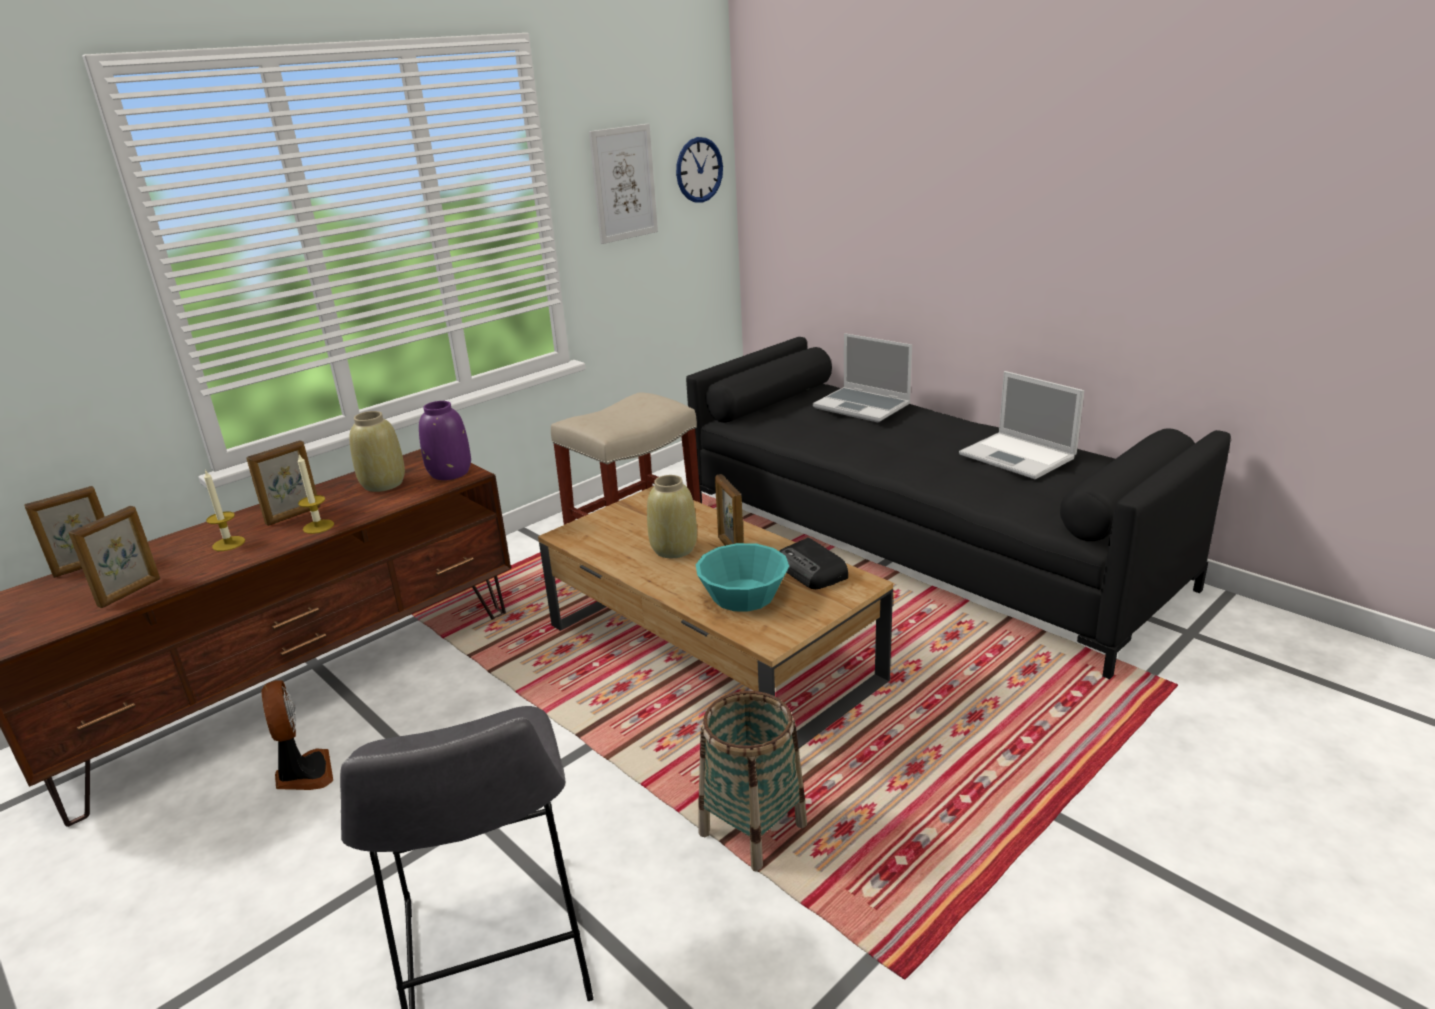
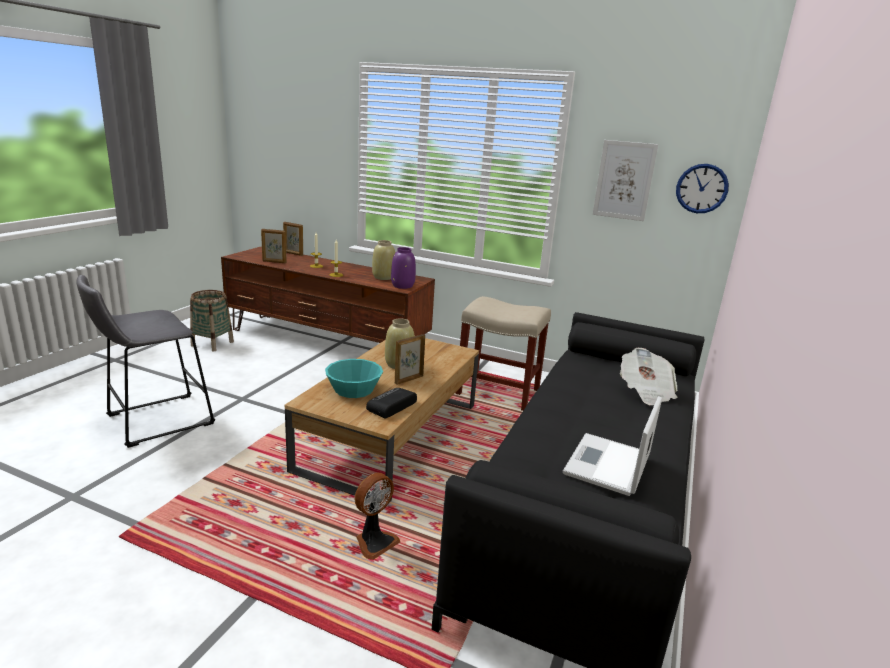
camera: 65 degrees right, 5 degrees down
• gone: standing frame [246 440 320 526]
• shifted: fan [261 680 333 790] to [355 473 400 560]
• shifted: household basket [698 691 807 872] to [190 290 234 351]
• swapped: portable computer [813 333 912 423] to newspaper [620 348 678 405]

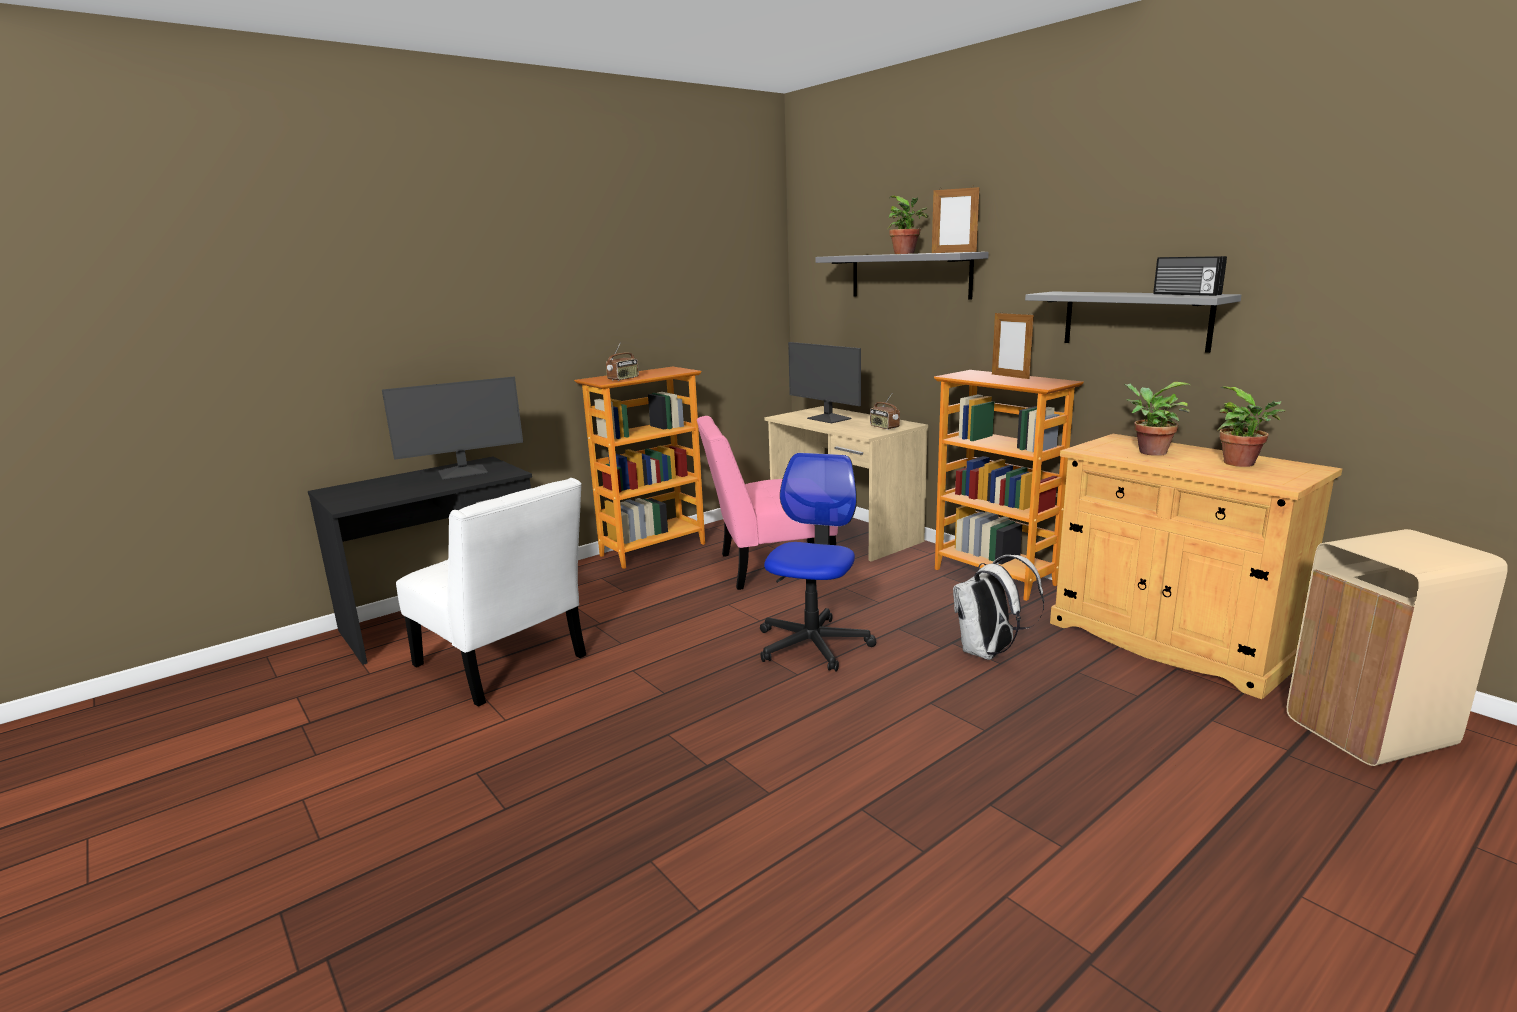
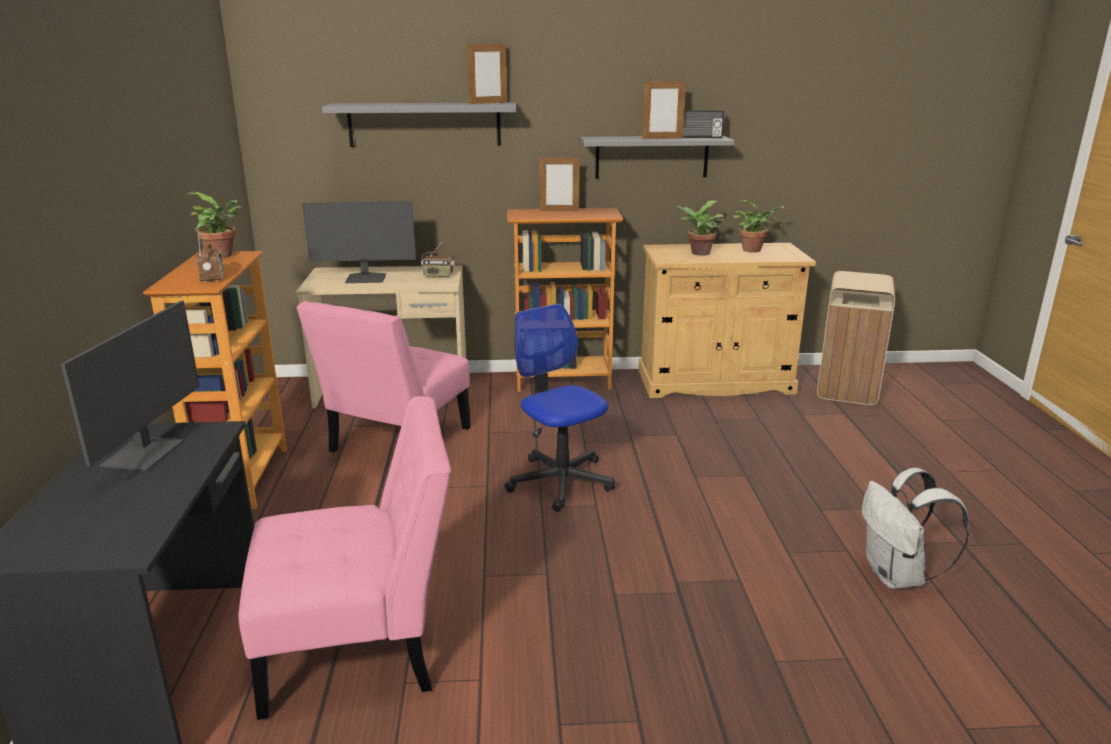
camera: 55 degrees left, 5 degrees up
• repainted: chair (whitish) [396 478 586 707] to chair (pink-coloured) [238 396 451 720]
• shifted: potted plant [887 195 928 254] to [186 192 242 258]
• shifted: backpack (whitish) [953 555 1044 660] to [862 468 969 589]
• new: standing frame [642 79 686 139]

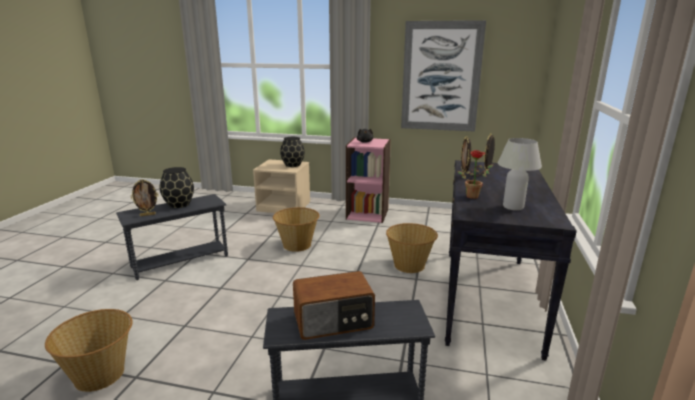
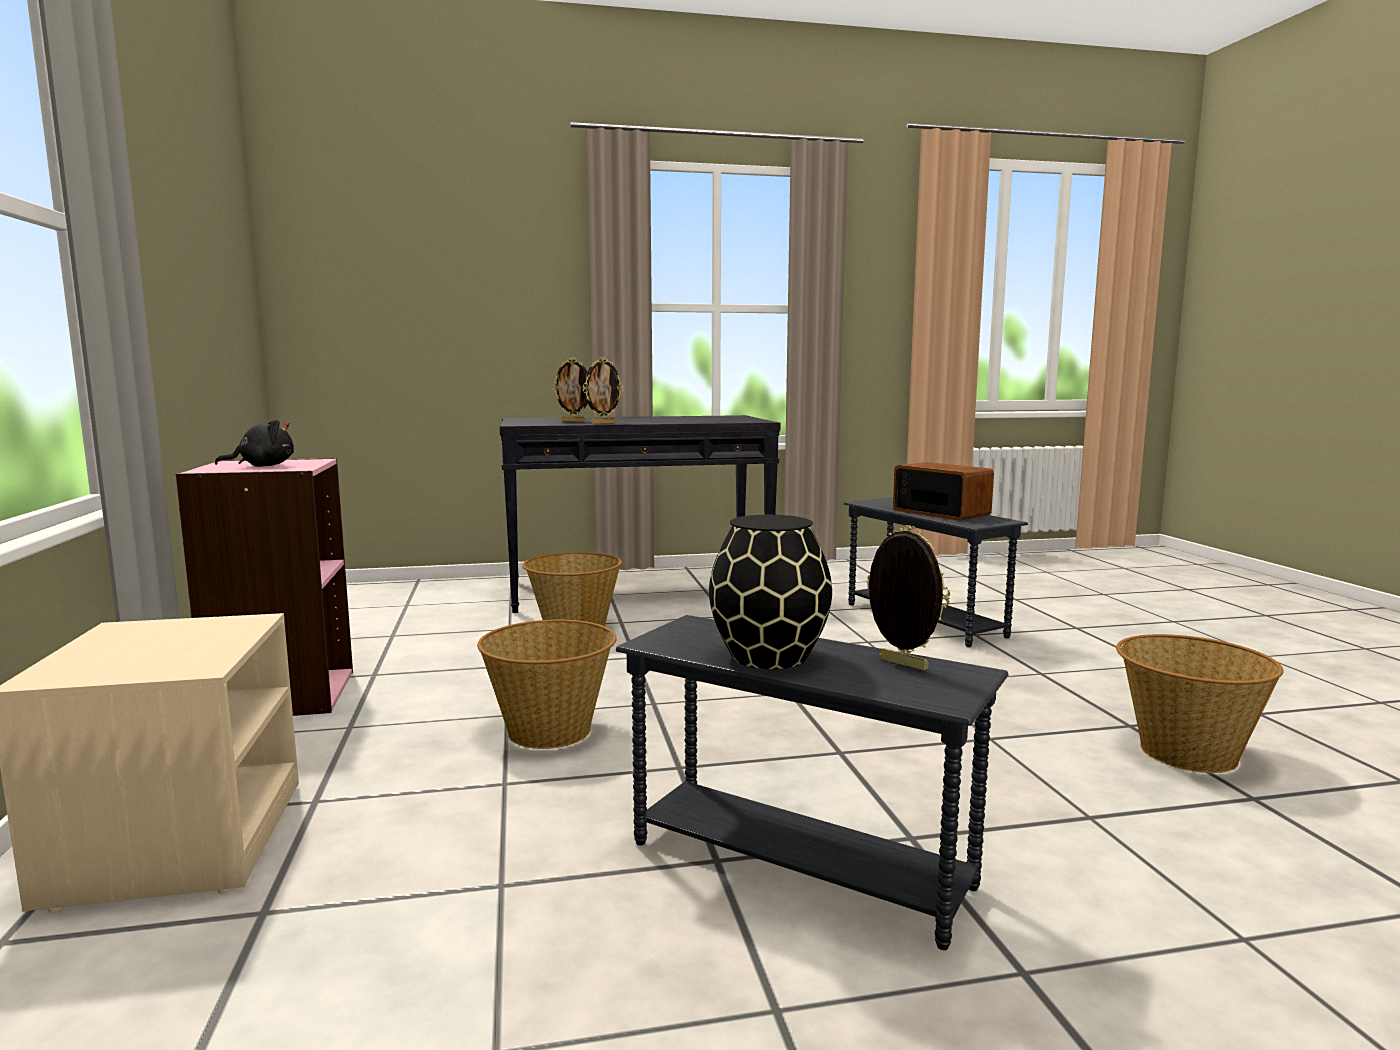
camera: 115 degrees left, 10 degrees down
• gone: decorative vase (black) [280 137 305 167]
• gone: wall picture [401 20 486 132]
• gone: potted plant [457 150 493 199]
• gone: table lamp (whitish) [498 138 542 211]

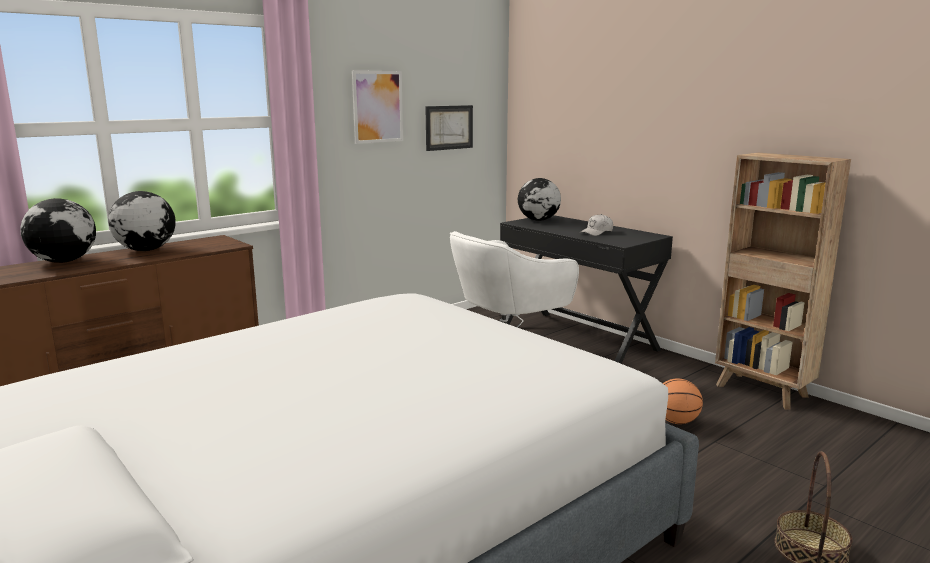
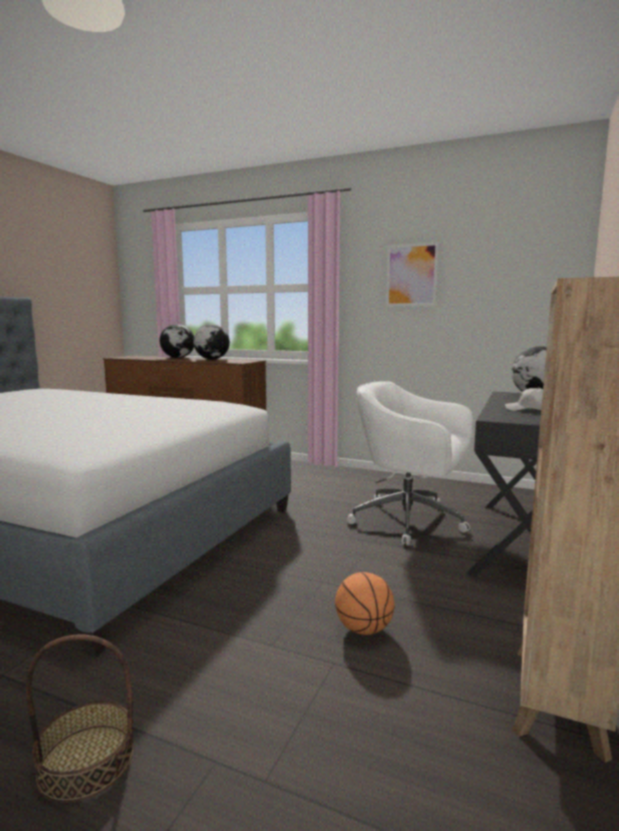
camera: 65 degrees right, 5 degrees down
• gone: wall picture [425 105 473 151]

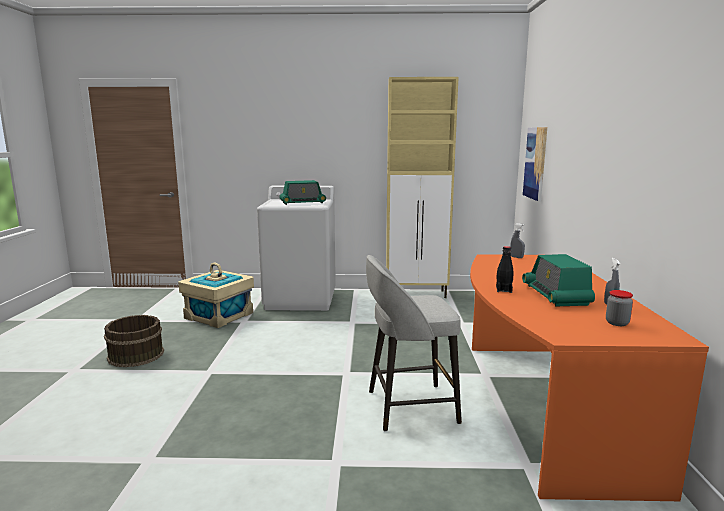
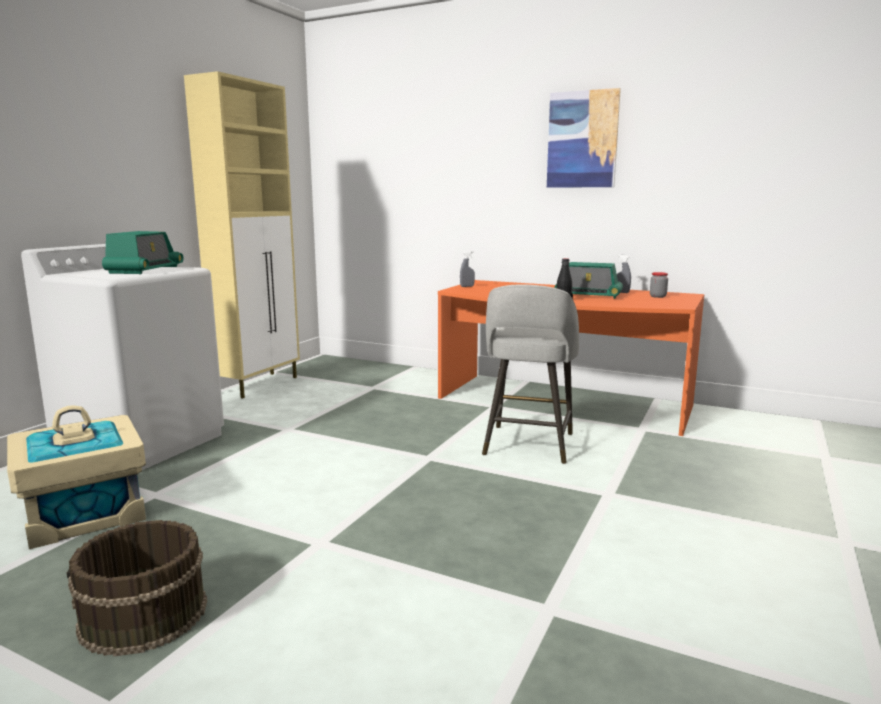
camera: 65 degrees left, 0 degrees up
• shifted: wall picture [523 127 547 201] to [547 88 621 188]

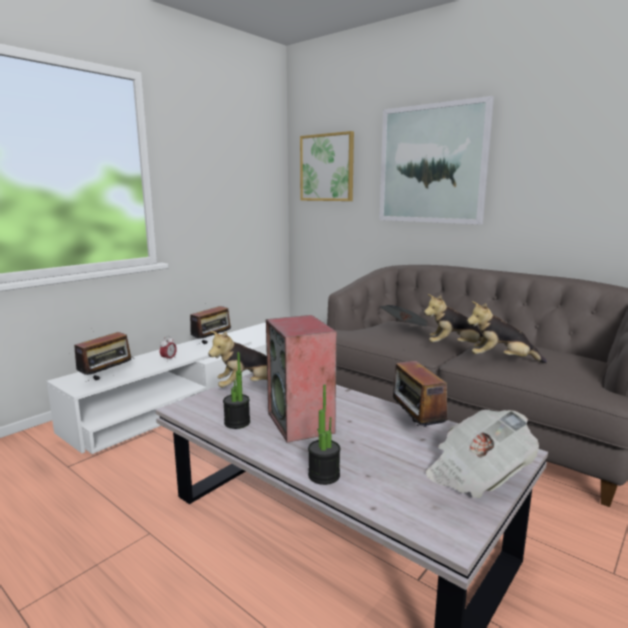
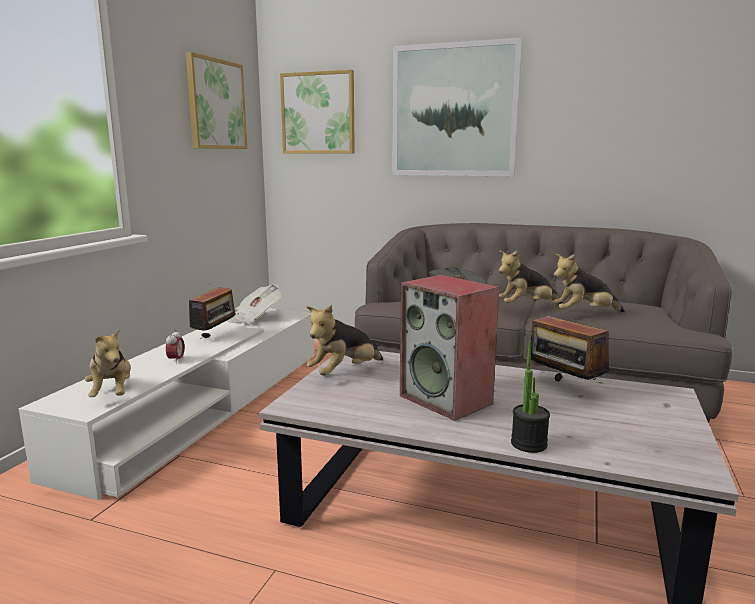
camera: 20 degrees left, 0 degrees up
• swapped: radio set [74 332 134 382] to plush toy [85 329 131 397]
• gone: potted plant [223 352 250 429]
• shifted: newspaper [426 409 539 498] to [227 284 282 323]
• new: wall picture [186 52 247 149]

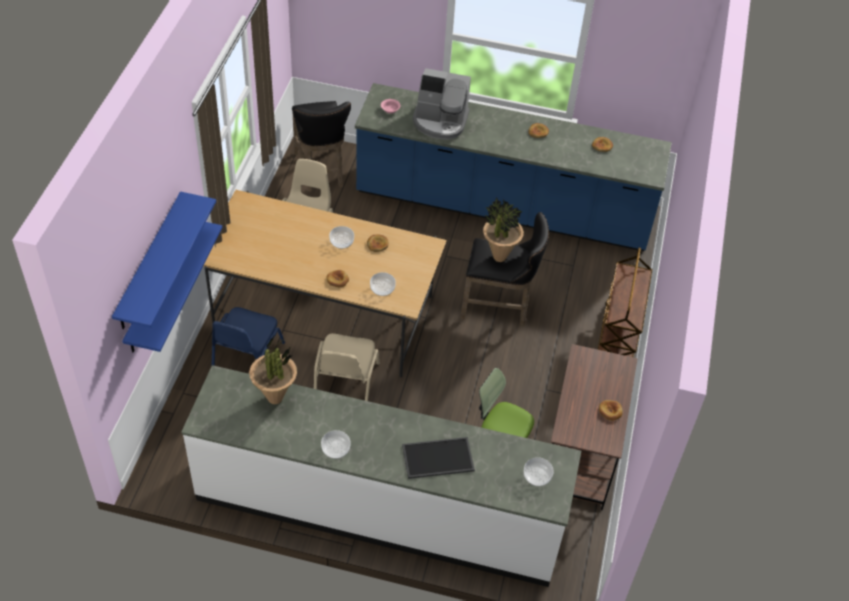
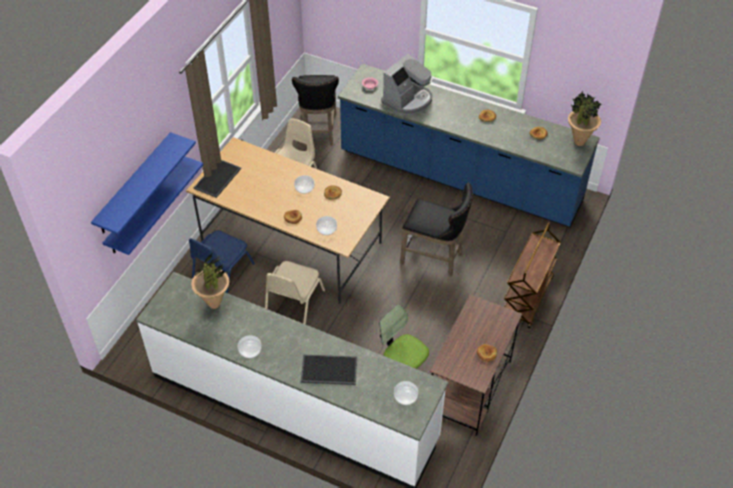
camera: 15 degrees right, 0 degrees up
• rotated: coffee machine [413 68 471 140] = [381 54 433 115] 75 degrees counterclockwise
• shifted: potted plant [483 198 524 262] to [568 90 601 146]
• new: carrying tray [194 160 241 198]

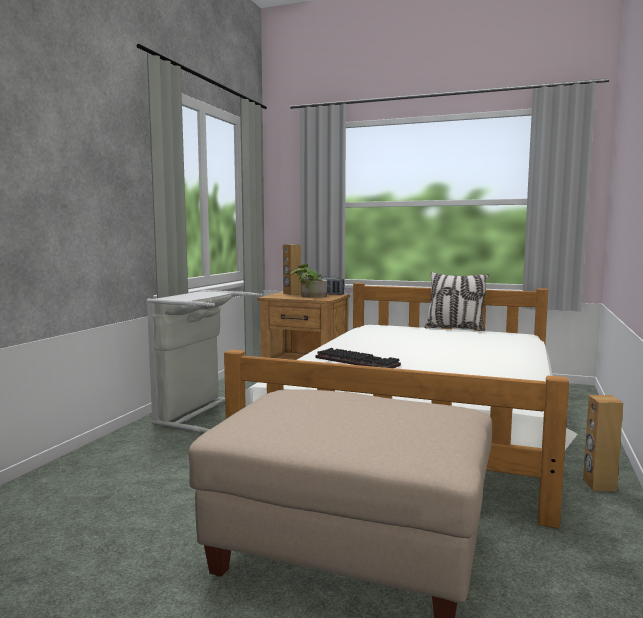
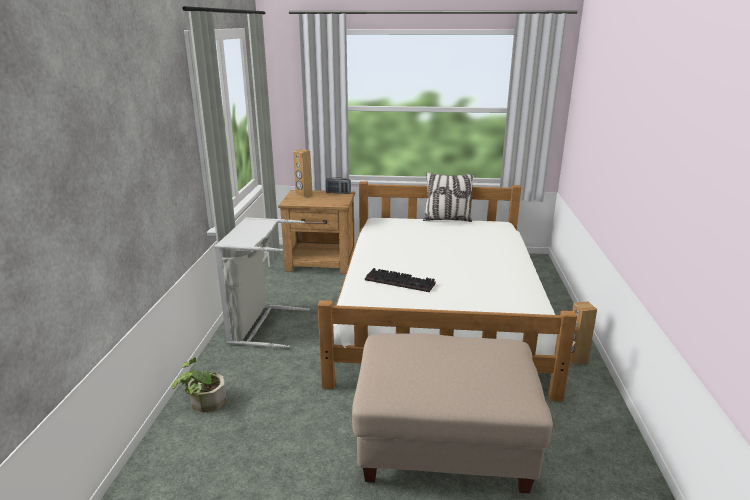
camera: 15 degrees left, 15 degrees up
• shifted: potted plant [291 264 327 298] to [171 357 227 413]

